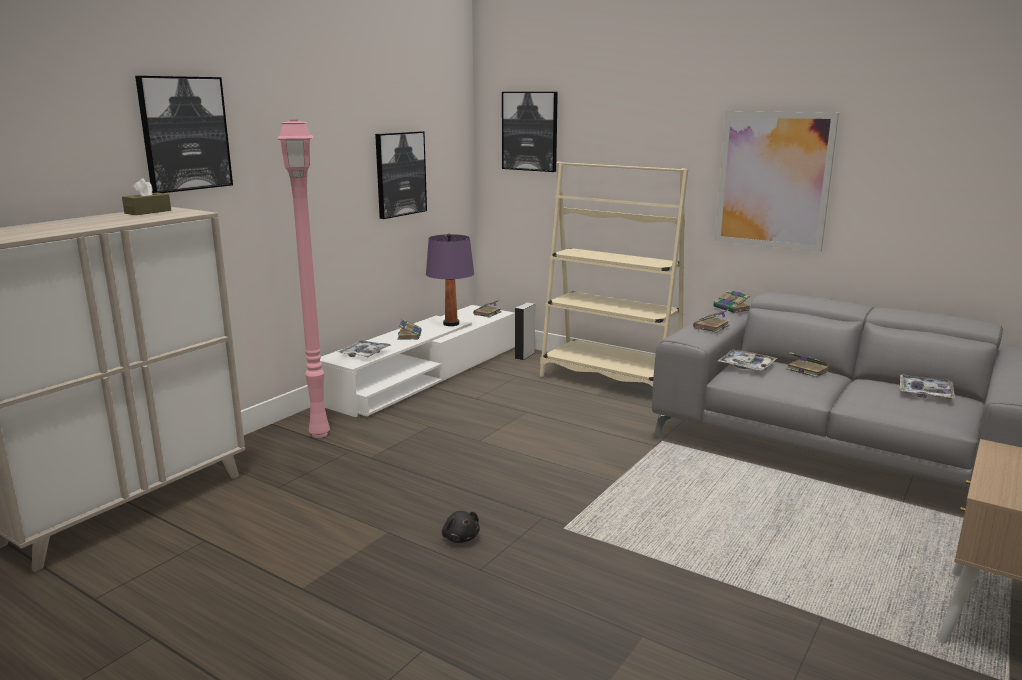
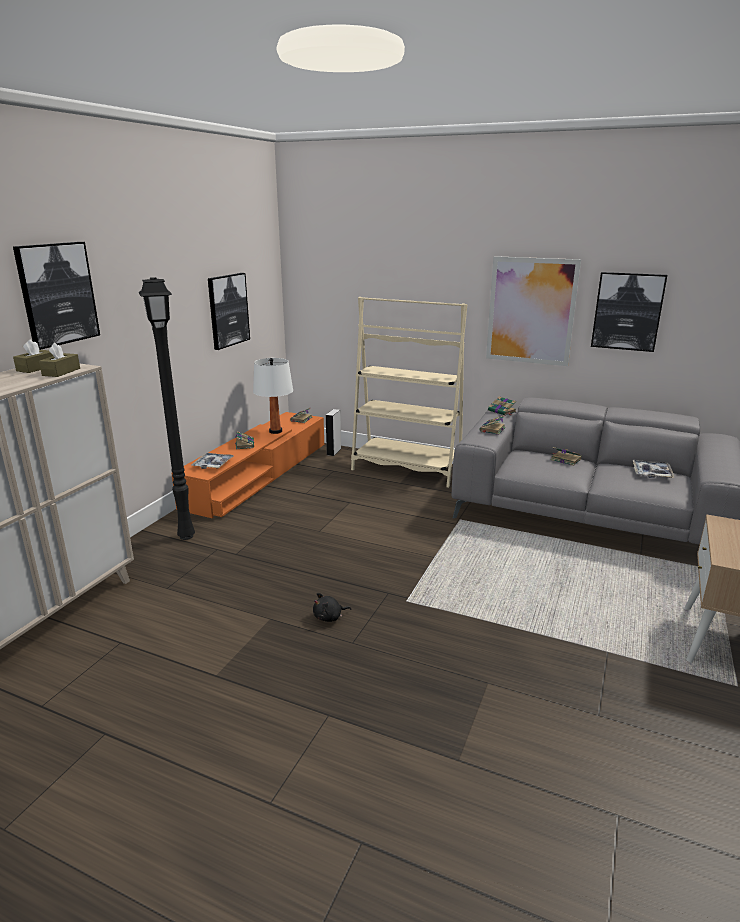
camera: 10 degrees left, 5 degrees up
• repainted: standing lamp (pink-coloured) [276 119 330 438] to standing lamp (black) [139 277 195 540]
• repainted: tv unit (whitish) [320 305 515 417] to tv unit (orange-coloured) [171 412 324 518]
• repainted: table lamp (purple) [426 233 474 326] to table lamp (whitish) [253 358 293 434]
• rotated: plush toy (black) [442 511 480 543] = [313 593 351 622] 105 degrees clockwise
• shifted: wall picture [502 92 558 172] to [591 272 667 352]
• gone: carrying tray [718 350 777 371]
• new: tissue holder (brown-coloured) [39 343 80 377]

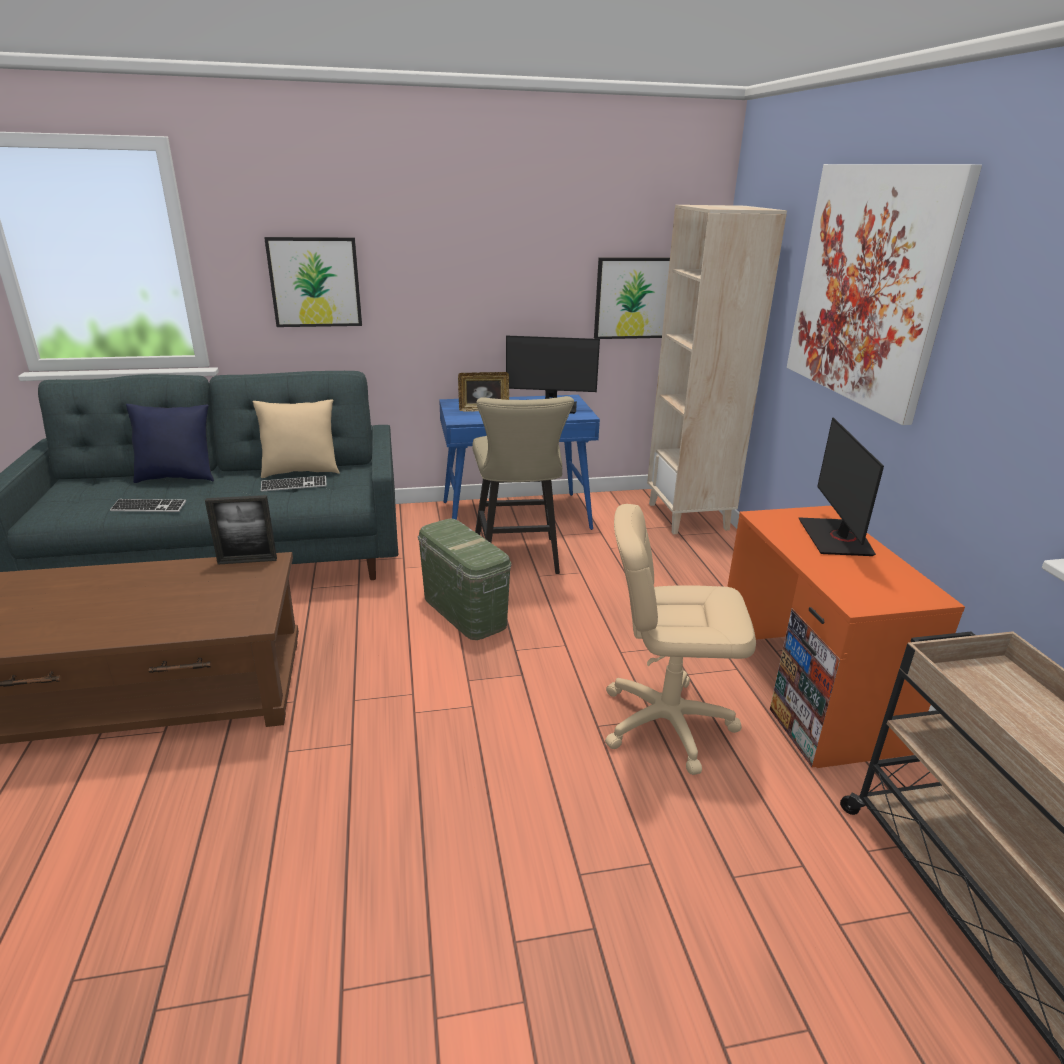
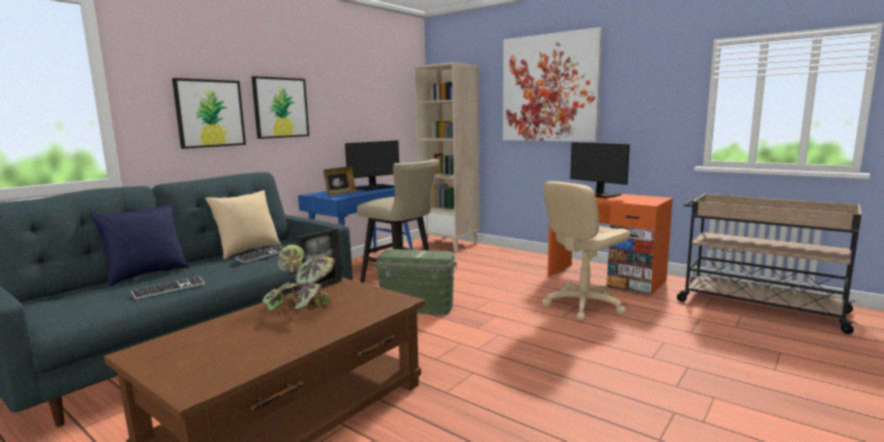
camera: 40 degrees left, 15 degrees down
• shifted: wall picture [594 258 670 339] to [251 76 309 139]
• new: potted plant [262 245 335 312]

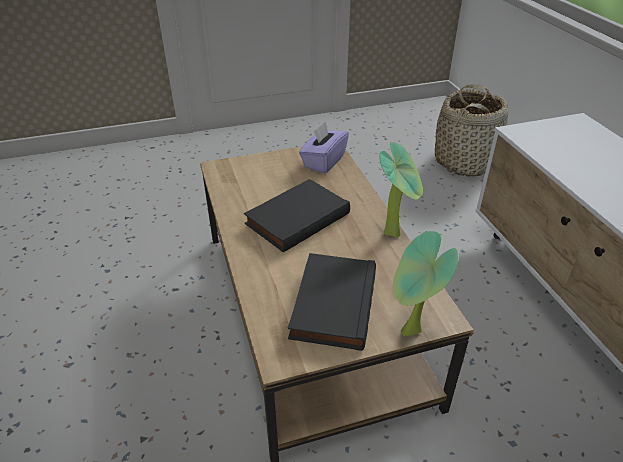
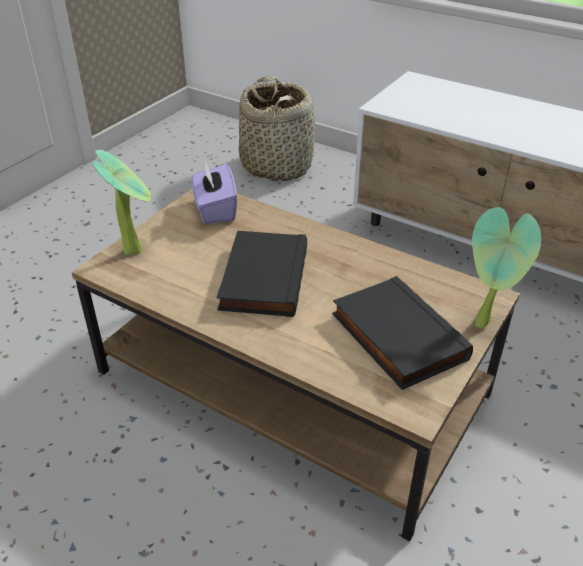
camera: 40 degrees left, 0 degrees up
• shifted: potted plant [379 142 423 238] to [93 150 151 255]

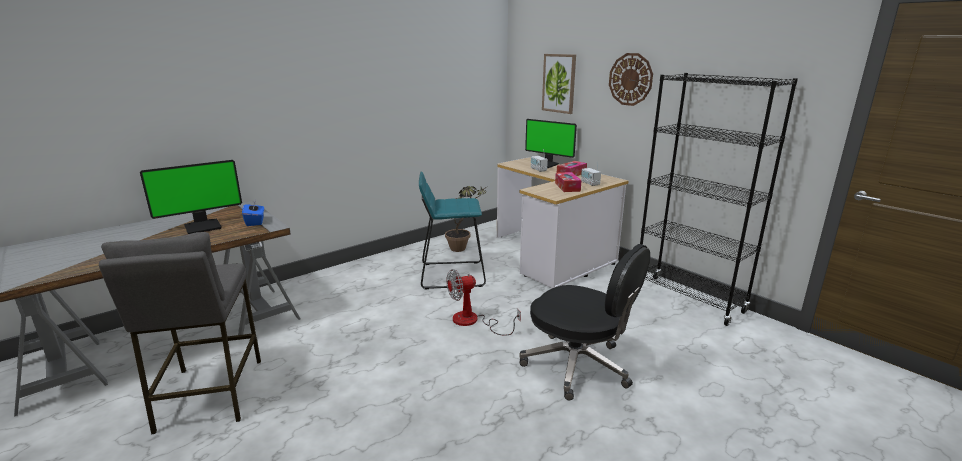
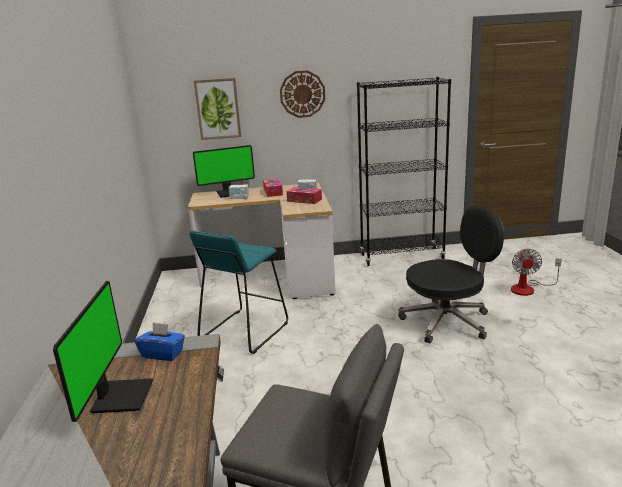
camera: 55 degrees left, 0 degrees up
• gone: potted plant [445 186 488 252]
• shifted: fan [446 269 521 336] to [511 249 562 296]

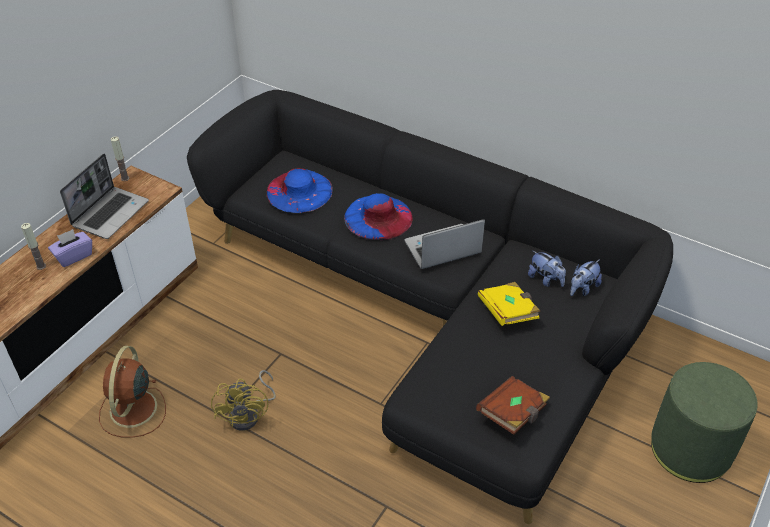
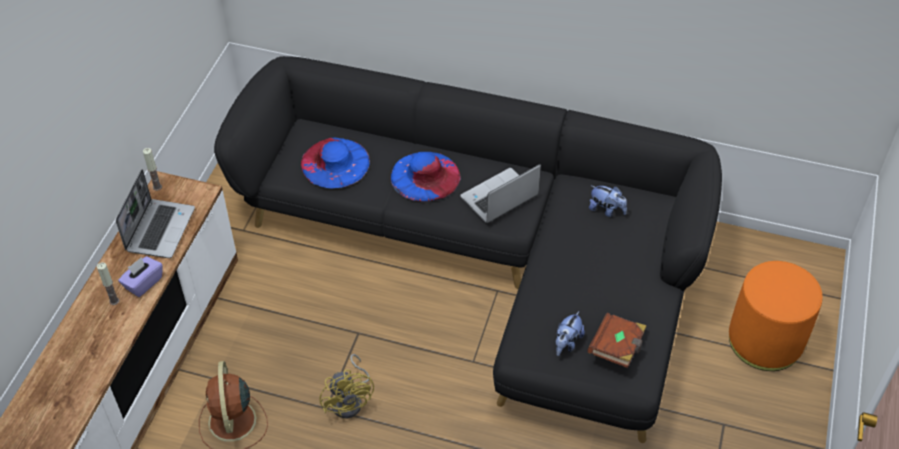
camera: 15 degrees left, 5 degrees up
• gone: bound book (yellow-coloured) [478 282 540 326]
• shifted: plush toy [570 259 602 296] to [556 311 585 356]
• repainted: ottoman (greenish) [651 362 758 483] to ottoman (orange-coloured) [729 261 823 371]

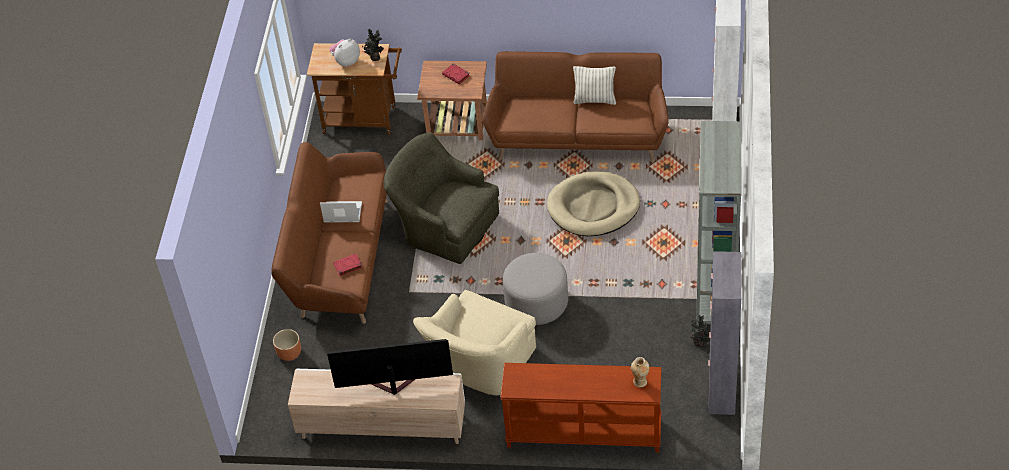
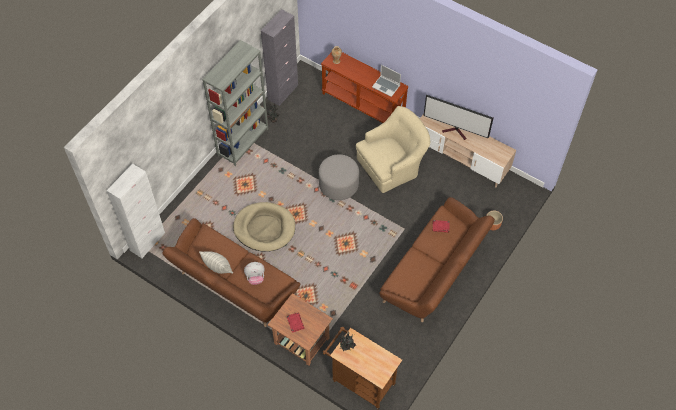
camera: 155 degrees left, 10 degrees up
• shifted: portable computer [320 201 362 222] to [372 65 401 97]
• shifted: plush toy [329 39 360 67] to [244 262 265 285]
• gone: lounge chair (greenish) [384 132 499 264]

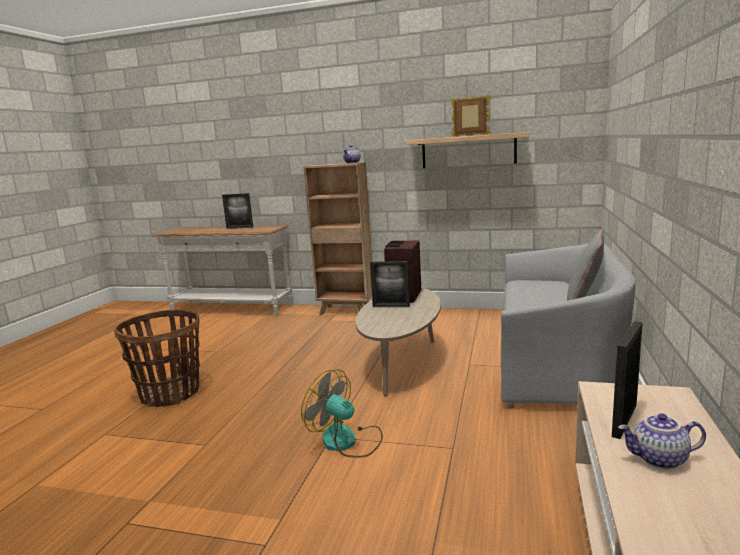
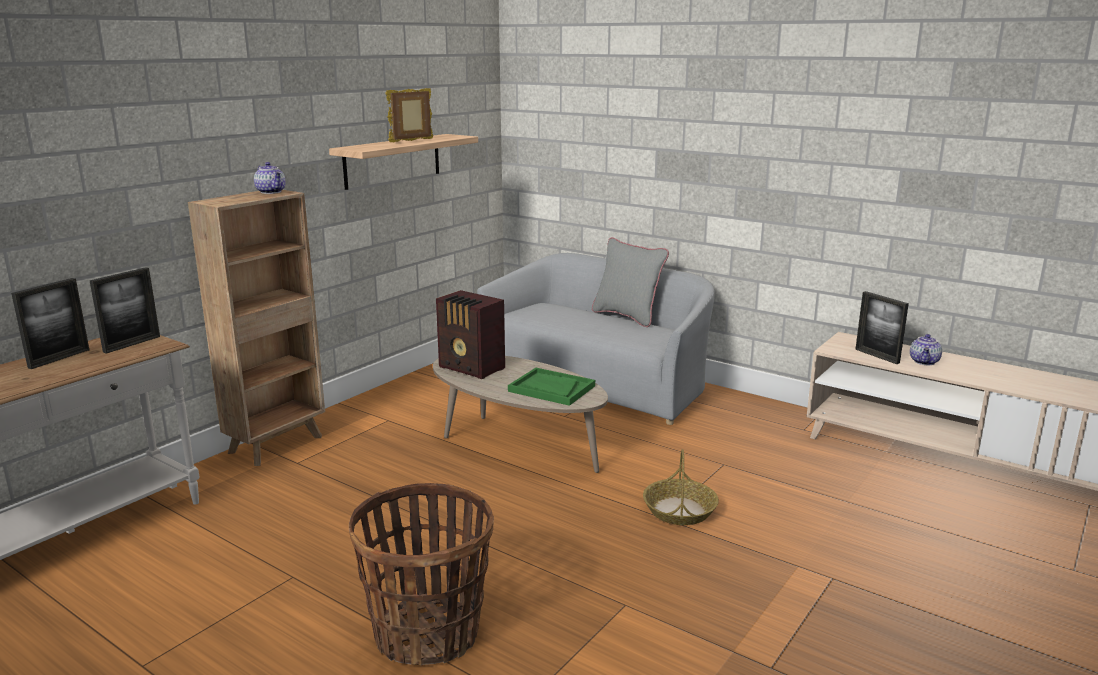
camera: 70 degrees left, 5 degrees up
• swapped: fan [301 369 383 458] to household basket [643 449 719 525]
• shifted: standing frame [370 261 410 307] to [90 267 160 354]
• new: carrying tray (greenish) [508 368 595 406]

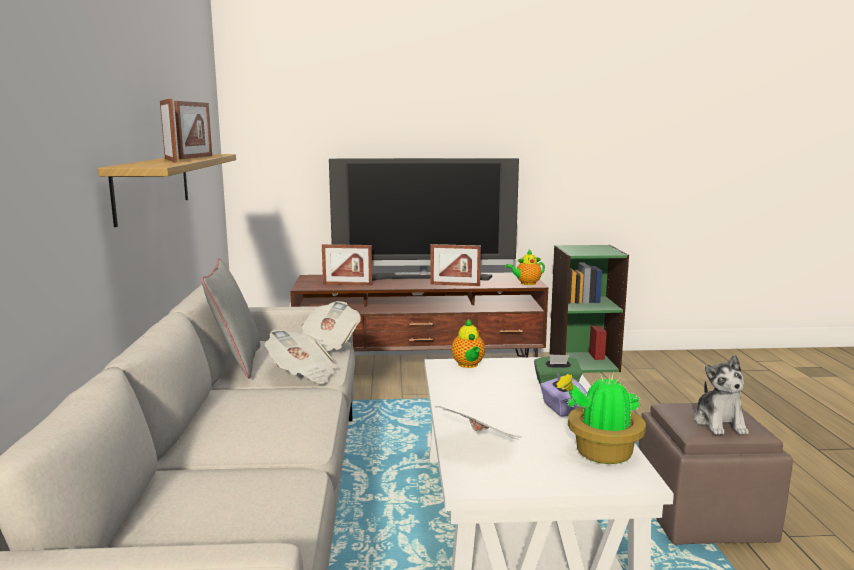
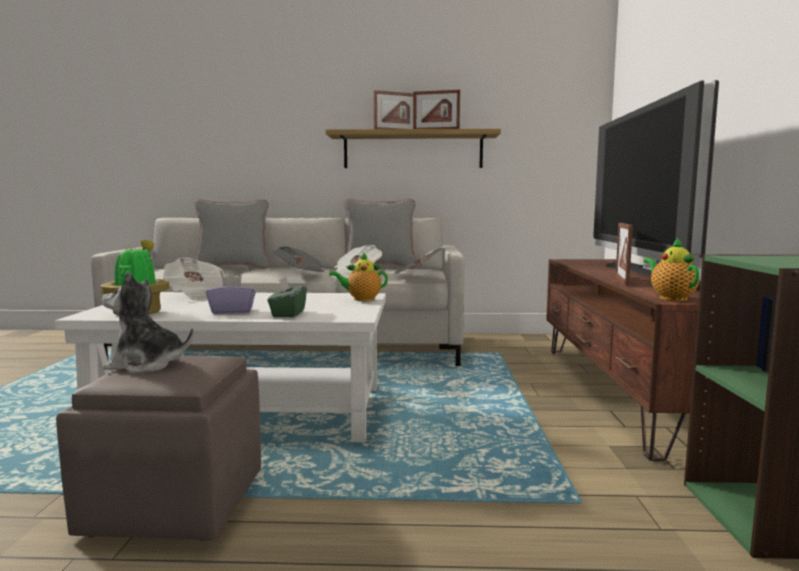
camera: 95 degrees right, 5 degrees down
• gone: standing frame [322 244 372 286]
• new: cushion (greyish) [195 199 269 269]
• new: newspaper [273 246 324 272]

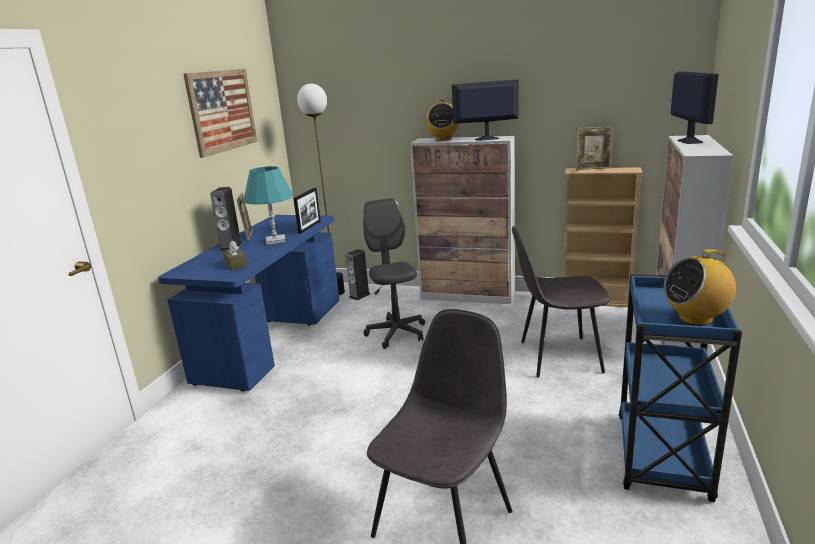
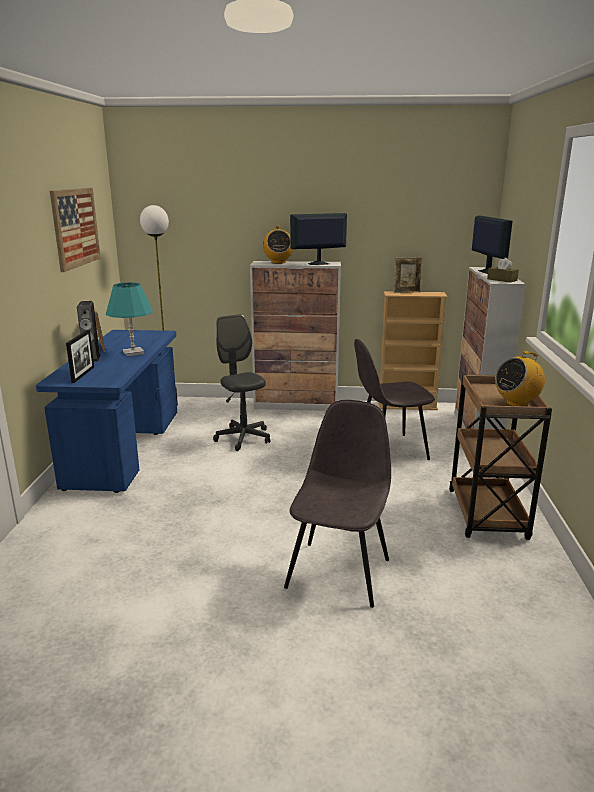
camera: 15 degrees left, 0 degrees up
• shifted: tissue holder (brown-coloured) [223 240 247 271] to [487 258 519 282]
• shifted: standing frame [293 188 321 234] to [66 330 94 383]
• gone: loudspeaker [346 249 370 300]
• repainted: trolley (bluish) [619 274 742 502] to trolley (brown-coloured) [449 374 552 540]

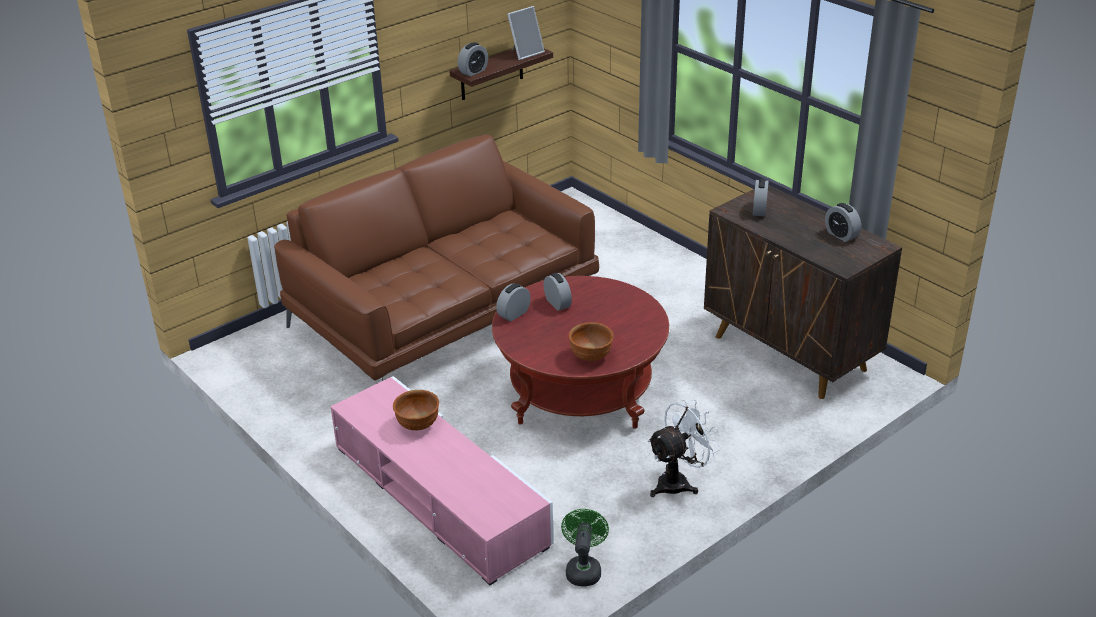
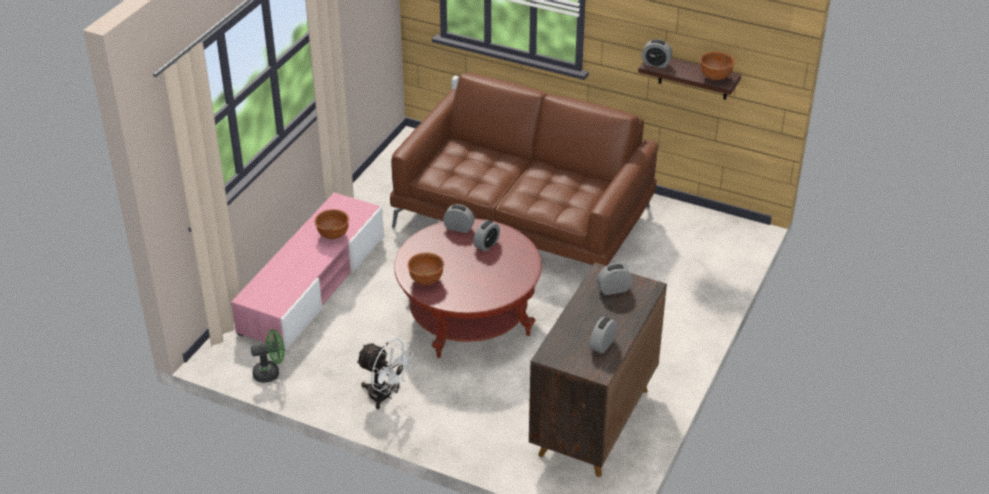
camera: 65 degrees right, 5 degrees up
• swapped: standing frame [507 6 545 60] to serving bowl (brown-coloured) [700 52 735 80]

